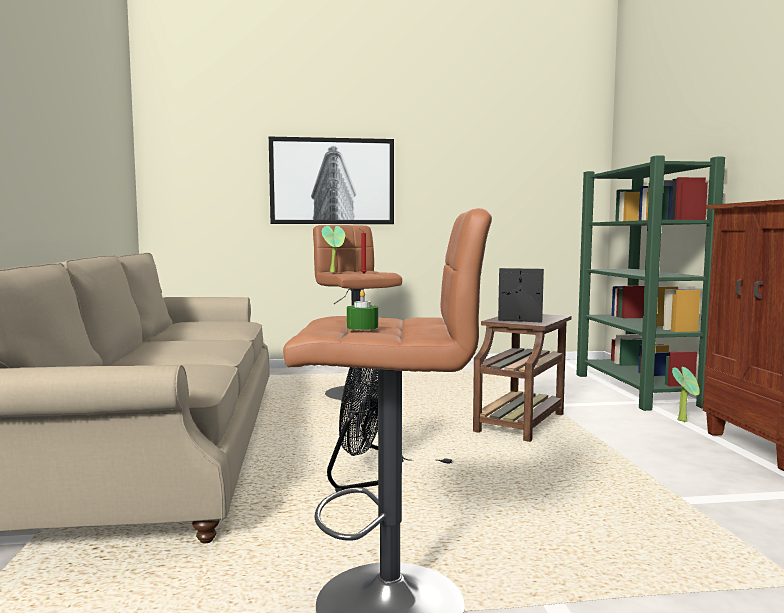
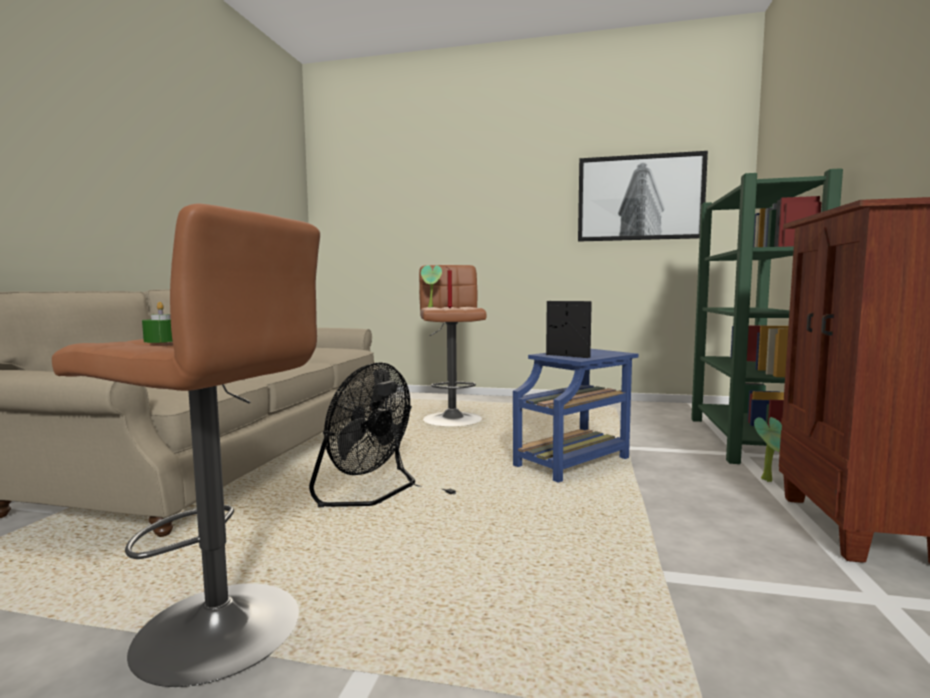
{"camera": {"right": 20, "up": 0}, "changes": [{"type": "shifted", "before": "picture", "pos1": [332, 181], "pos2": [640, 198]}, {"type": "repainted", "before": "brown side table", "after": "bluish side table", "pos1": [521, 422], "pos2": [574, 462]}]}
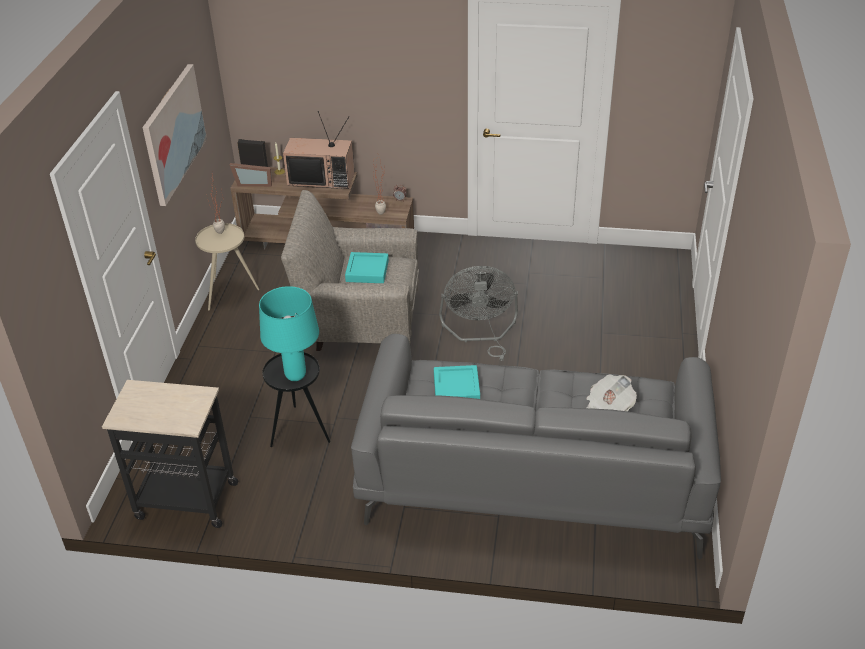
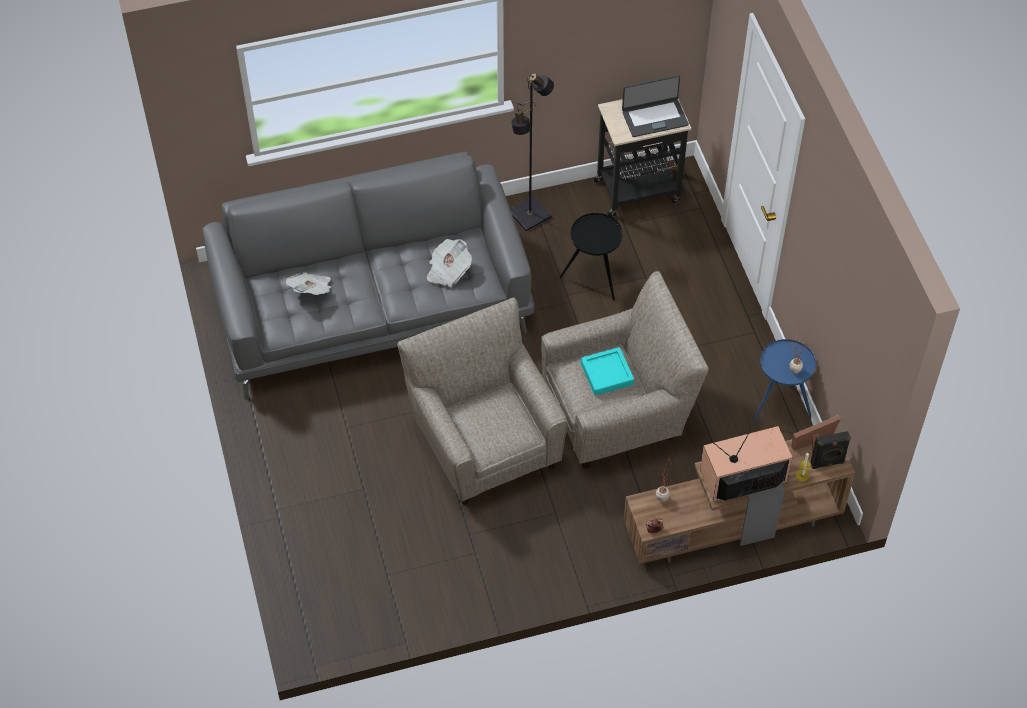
{"camera": {"right": 155, "up": 15}, "changes": [{"type": "gone", "before": "picture", "pos1": [173, 133]}, {"type": "repainted", "before": "beige-coloured side table", "after": "bluish side table", "pos1": [230, 293], "pos2": [779, 406]}, {"type": "gone", "before": "blue-green lamp for a table", "pos1": [295, 376]}, {"type": "swapped", "before": "blue-green serving tray", "after": "newspaper", "pos1": [456, 388], "pos2": [448, 271]}, {"type": "swapped", "before": "greyish fan", "after": "beige-coloured lounge chair", "pos1": [482, 333], "pos2": [485, 444]}, {"type": "new", "after": "black-coloured standing lamp", "pos2": [529, 214]}, {"type": "new", "after": "notebook computer", "pos2": [654, 117]}]}
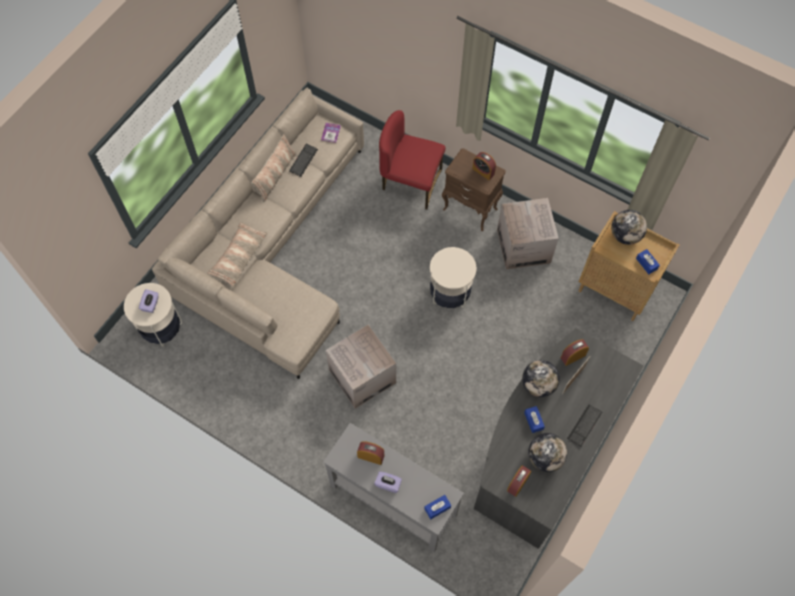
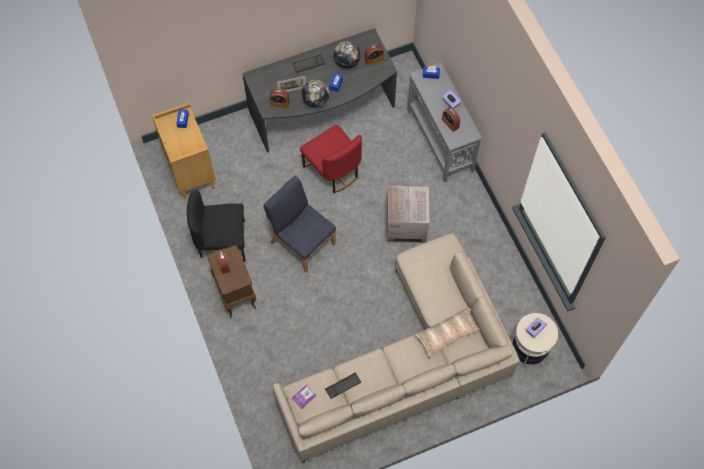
{"camera": {"right": -145, "up": 0}, "changes": [{"type": "gone", "before": "throw pillow", "pos1": [275, 175]}, {"type": "shifted", "before": "reddish upright chair", "pos1": [410, 182], "pos2": [332, 170]}, {"type": "swapped", "before": "beige-coloured side table", "after": "bluish upright chair", "pos1": [450, 293], "pos2": [302, 242]}, {"type": "swapped", "before": "cardboard box", "after": "black-coloured upright chair", "pos1": [523, 246], "pos2": [222, 242]}, {"type": "gone", "before": "desk globe", "pos1": [625, 235]}]}
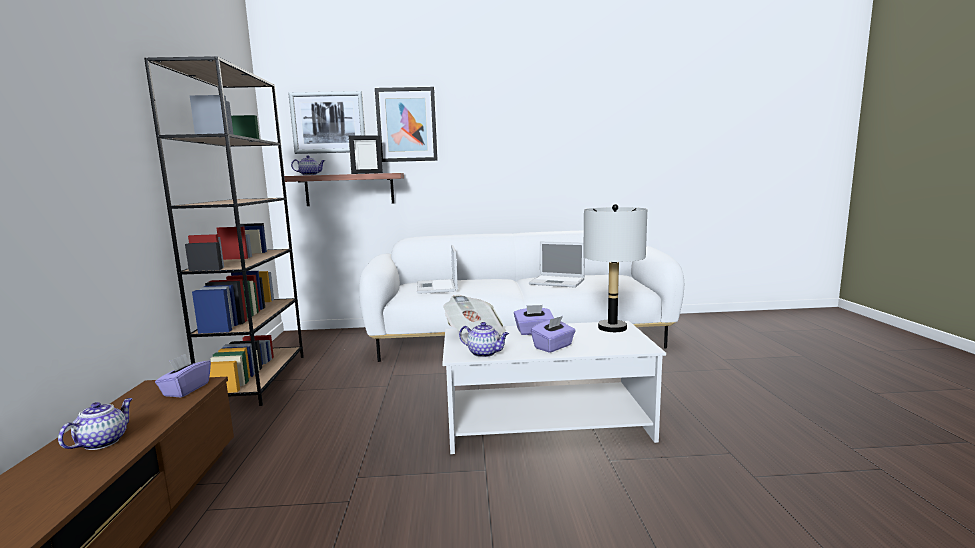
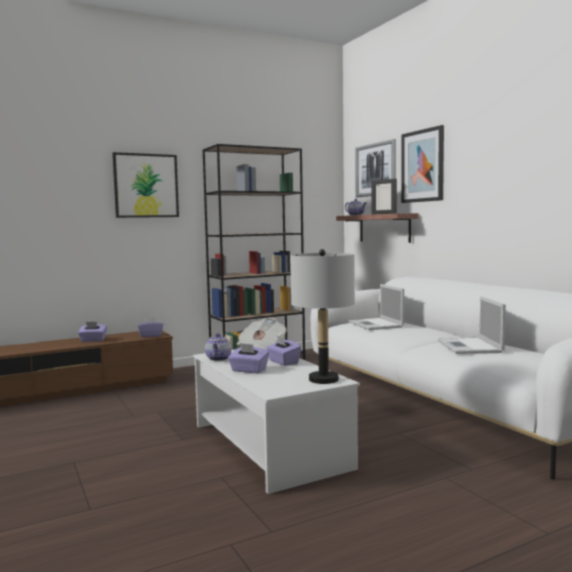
{"camera": {"right": 65, "up": -5}, "changes": [{"type": "swapped", "before": "pot for tea", "after": "purple tissue box", "pos1": [103, 442], "pos2": [93, 340]}, {"type": "rotated", "before": "notebook computer", "pos1": [437, 287], "pos2": [376, 325], "turn": -75}, {"type": "new", "after": "picture", "pos2": [146, 185]}]}
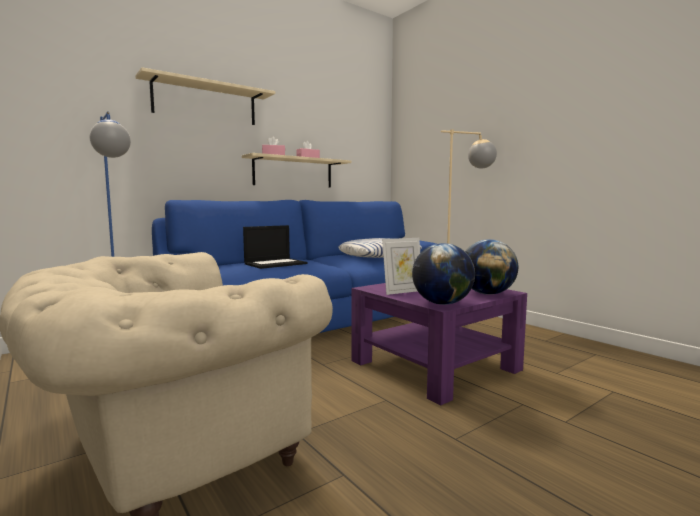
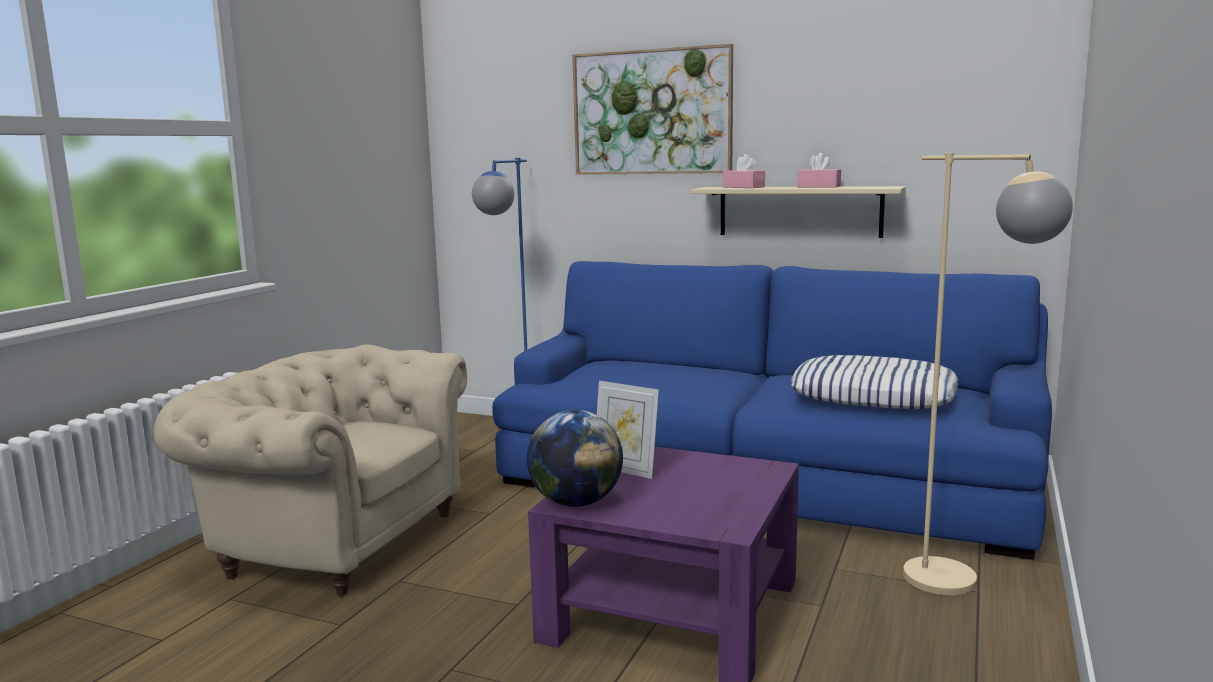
{"camera": {"right": 60, "up": 5}, "changes": [{"type": "swapped", "before": "beige-coloured shelf", "after": "picture", "pos1": [205, 103], "pos2": [652, 112]}, {"type": "gone", "before": "notebook computer", "pos1": [276, 264]}, {"type": "gone", "before": "desk globe", "pos1": [487, 293]}]}
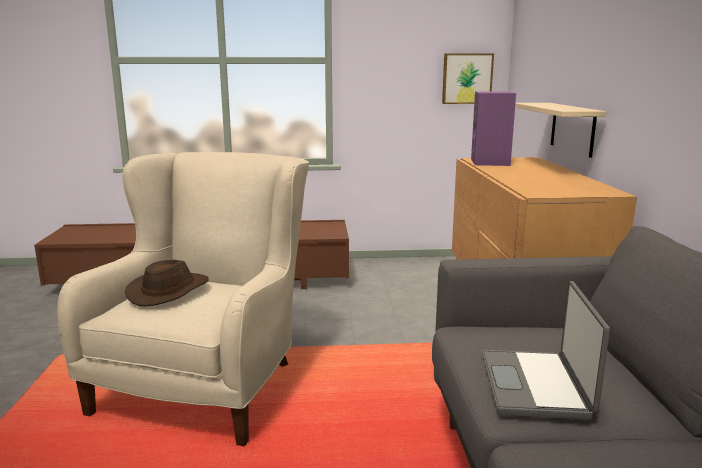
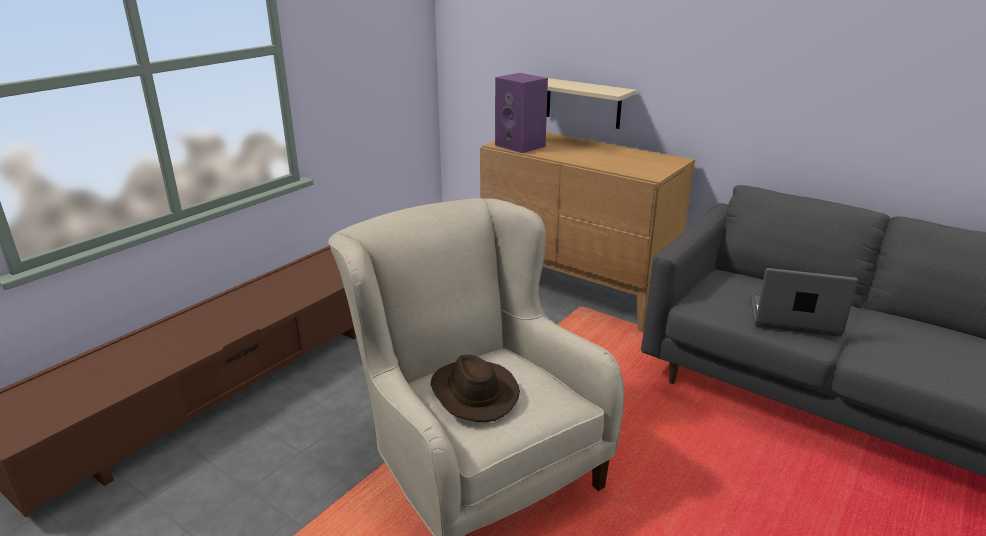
{"camera": {"right": -50, "up": 10}, "changes": [{"type": "gone", "before": "picture", "pos1": [467, 78]}, {"type": "rotated", "before": "notebook computer", "pos1": [536, 385], "pos2": [793, 318], "turn": 150}]}
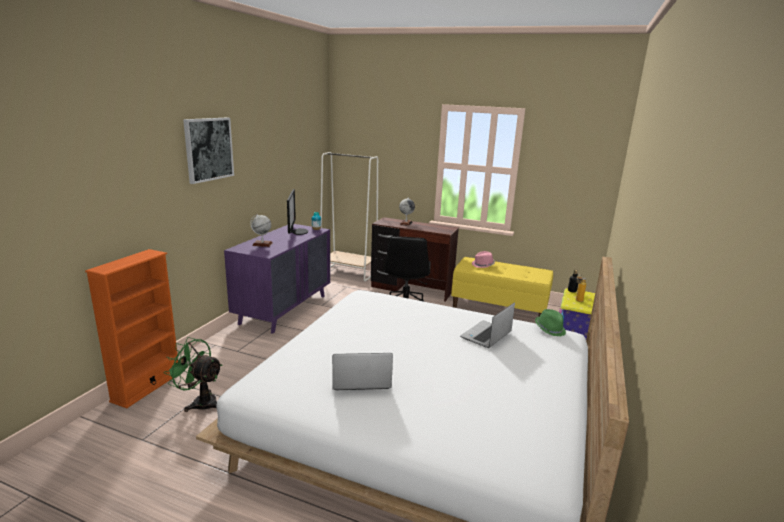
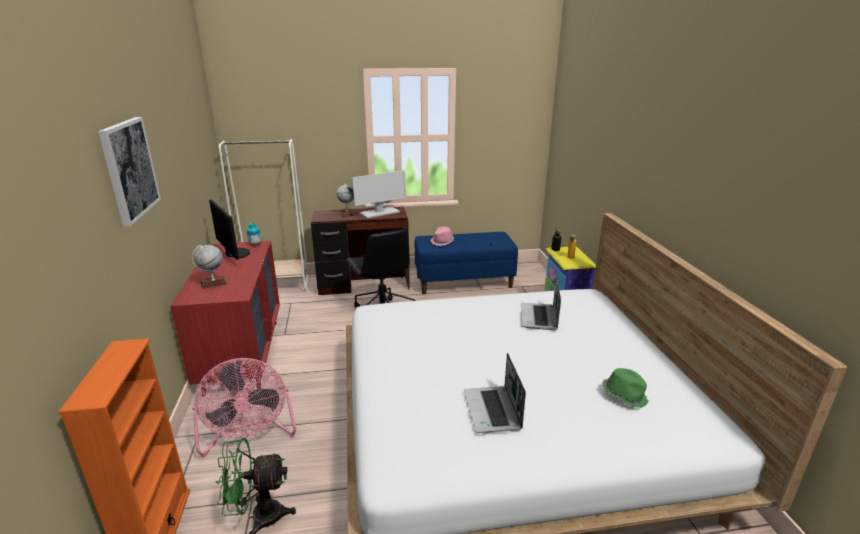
{"camera": {"right": -30, "up": 5}, "changes": [{"type": "repainted", "before": "purple drawer chest", "after": "reddish drawer chest", "pos1": [284, 309], "pos2": [243, 354]}, {"type": "rotated", "before": "notebook computer", "pos1": [360, 380], "pos2": [493, 411], "turn": -60}, {"type": "repainted", "before": "yellow long seat", "after": "bluish long seat", "pos1": [499, 309], "pos2": [464, 282]}, {"type": "shifted", "before": "green-coloured wearable hat", "pos1": [550, 329], "pos2": [624, 395]}, {"type": "new", "after": "pink fan", "pos2": [246, 435]}, {"type": "new", "after": "computer display", "pos2": [379, 213]}]}
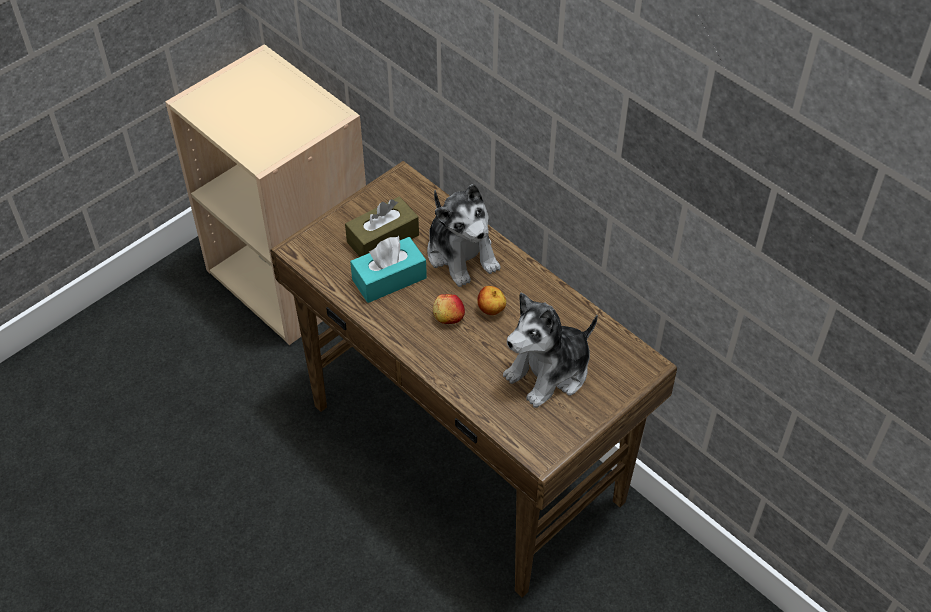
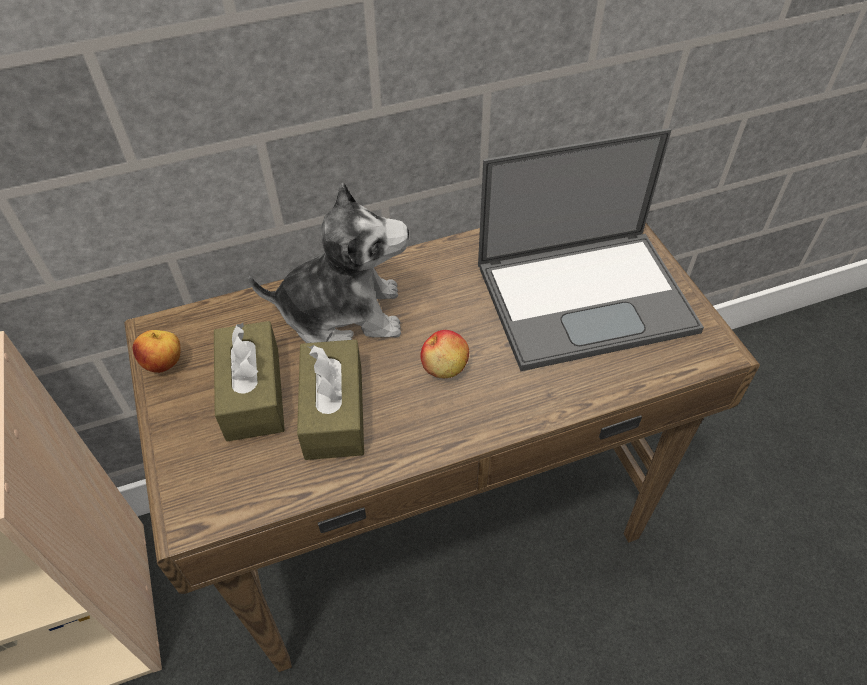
{"camera": {"right": -65, "up": 0}, "changes": [{"type": "repainted", "before": "blue-green tissue box", "after": "brown tissue box", "pos1": [389, 279], "pos2": [334, 411]}, {"type": "shifted", "before": "whole apple", "pos1": [491, 310], "pos2": [164, 364]}, {"type": "swapped", "before": "plush toy", "after": "notebook computer", "pos1": [549, 372], "pos2": [587, 296]}]}
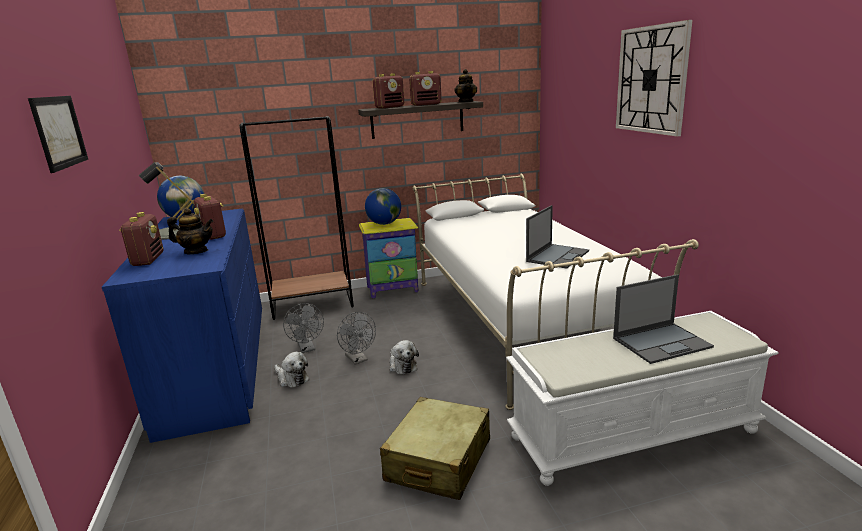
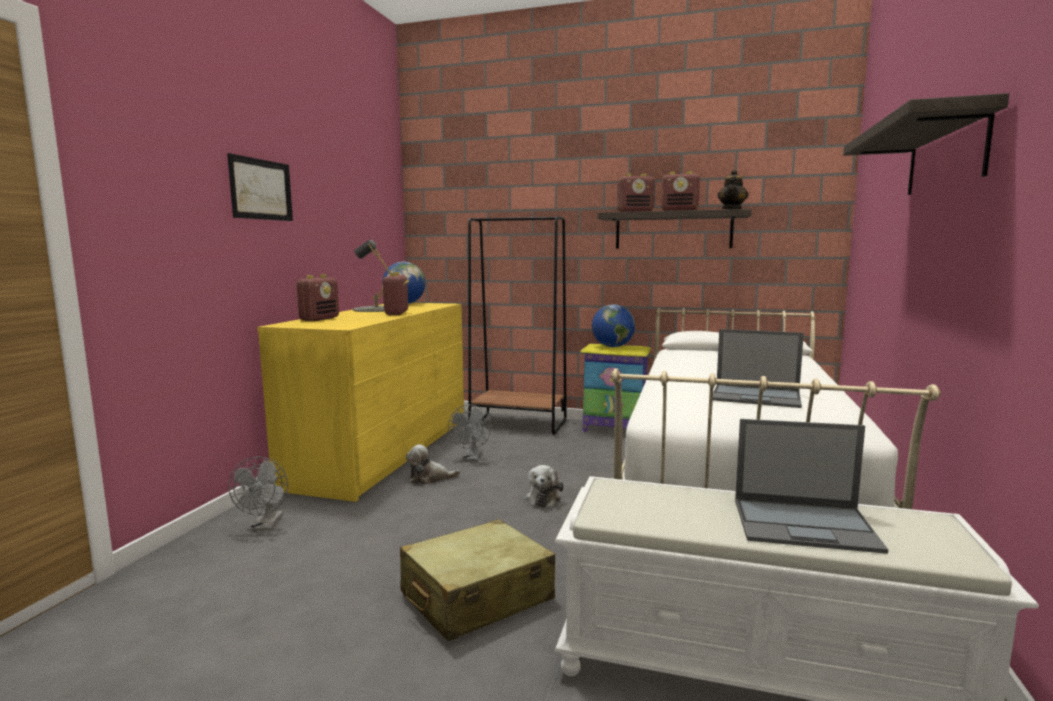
{"camera": {"right": 30, "up": -10}, "changes": [{"type": "repainted", "before": "bluish drawer chest", "after": "yellow drawer chest", "pos1": [216, 368], "pos2": [382, 452]}, {"type": "gone", "before": "pot for tea", "pos1": [196, 252]}, {"type": "rotated", "before": "plush toy", "pos1": [292, 379], "pos2": [429, 478], "turn": 105}, {"type": "shifted", "before": "greyish fan", "pos1": [358, 359], "pos2": [265, 526]}, {"type": "rotated", "before": "notebook computer", "pos1": [558, 256], "pos2": [757, 396], "turn": 45}, {"type": "swapped", "before": "hanging clock", "after": "shelf", "pos1": [651, 80], "pos2": [945, 155]}]}
